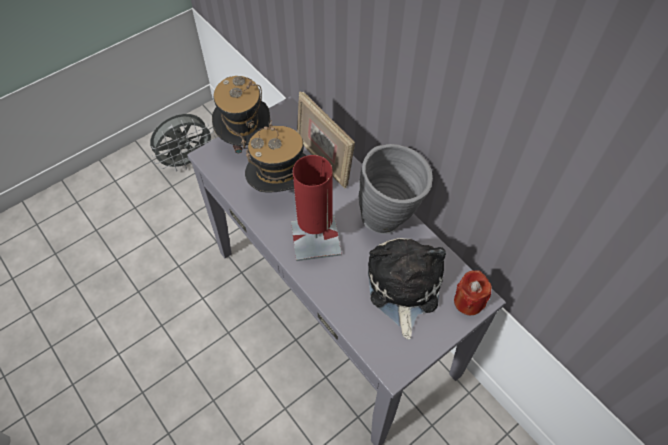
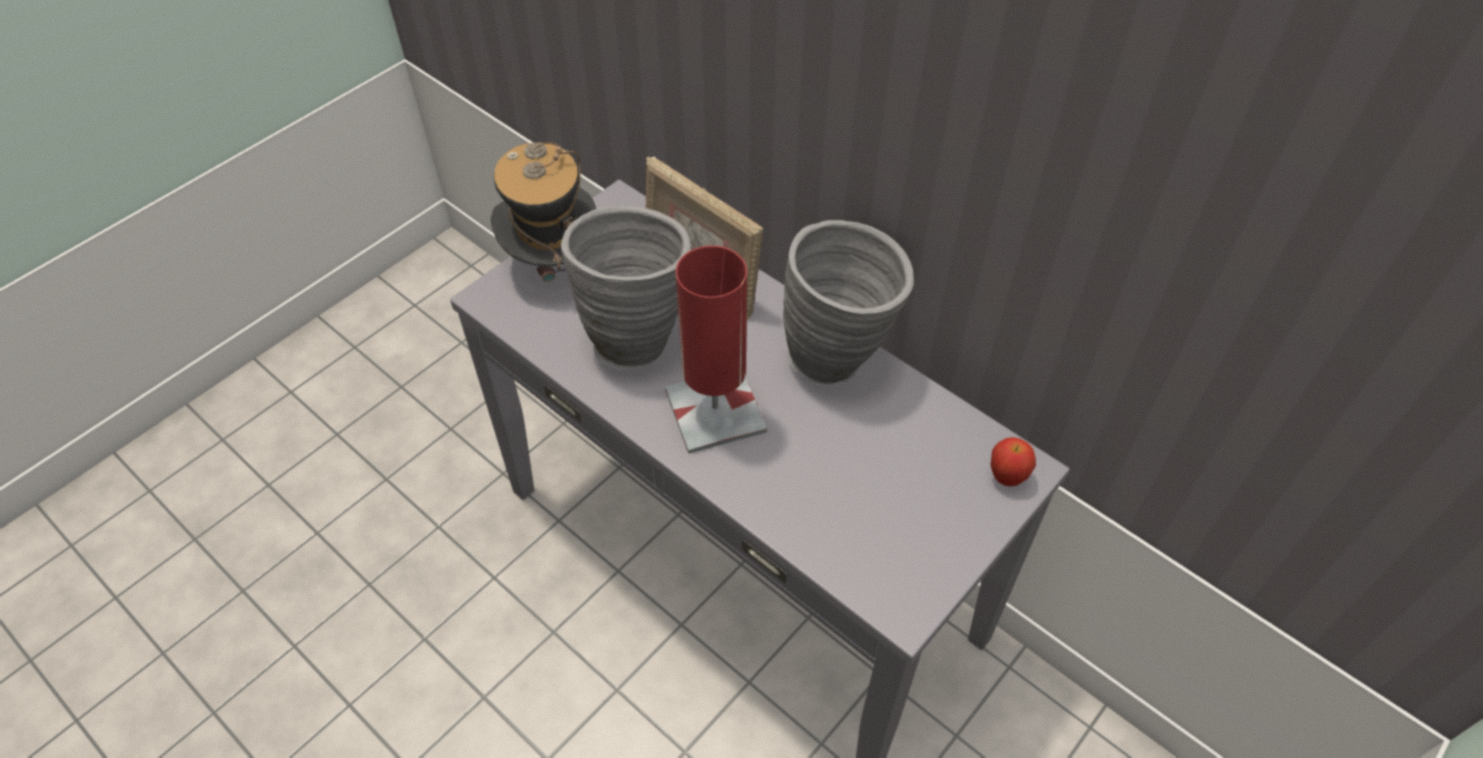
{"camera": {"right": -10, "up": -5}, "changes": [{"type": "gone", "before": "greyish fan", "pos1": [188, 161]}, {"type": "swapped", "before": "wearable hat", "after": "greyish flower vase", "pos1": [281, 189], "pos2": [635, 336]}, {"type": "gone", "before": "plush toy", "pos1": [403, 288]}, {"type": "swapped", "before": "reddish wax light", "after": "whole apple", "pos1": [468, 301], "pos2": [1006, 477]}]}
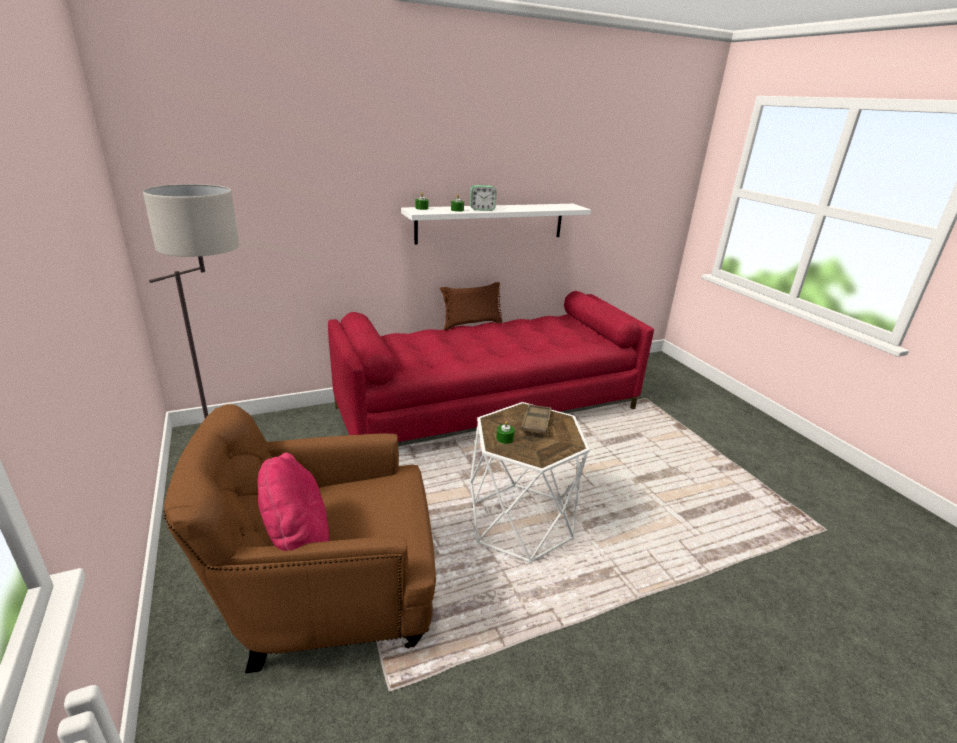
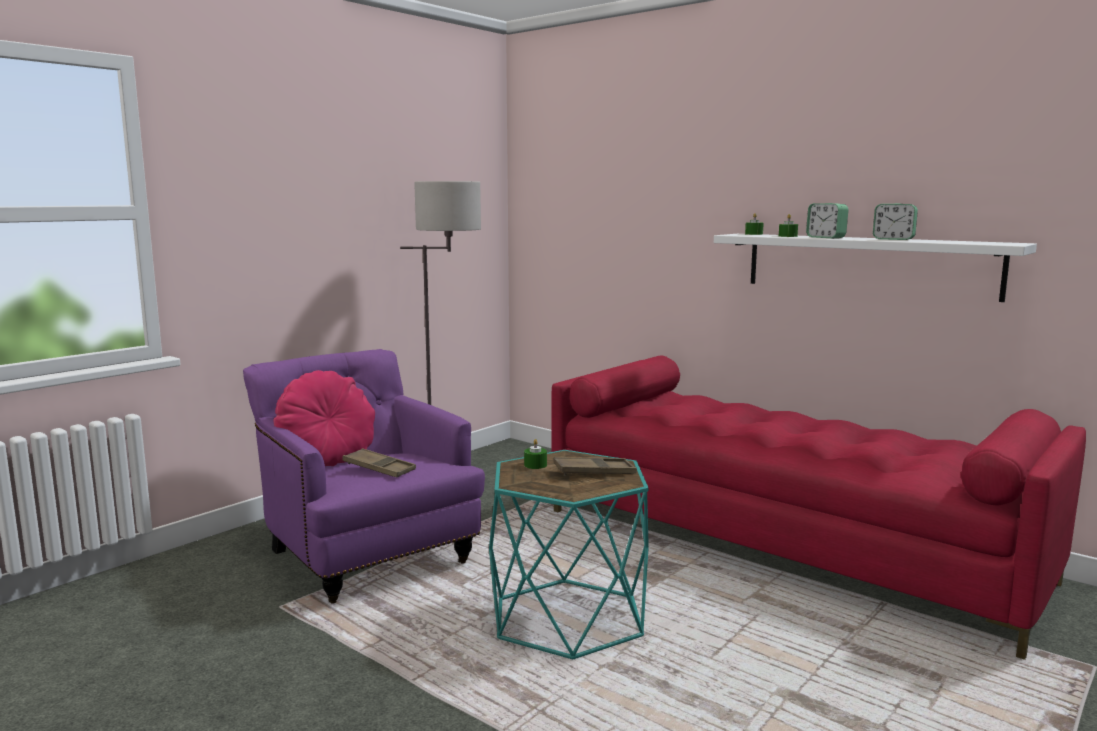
{"camera": {"right": 65, "up": -15}, "changes": [{"type": "repainted", "before": "brown lounge chair", "after": "purple lounge chair", "pos1": [327, 598], "pos2": [364, 554]}, {"type": "gone", "before": "brown throw pillow", "pos1": [471, 324]}, {"type": "repainted", "before": "white-coloured side table", "after": "blue-green side table", "pos1": [521, 521], "pos2": [568, 619]}, {"type": "new", "after": "brown serving tray", "pos2": [379, 468]}, {"type": "new", "after": "alarm clock", "pos2": [893, 239]}]}
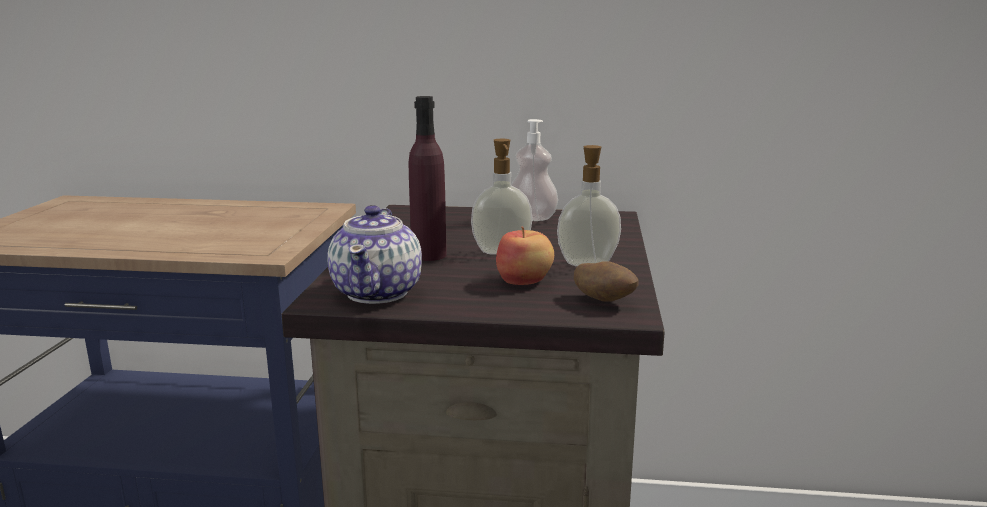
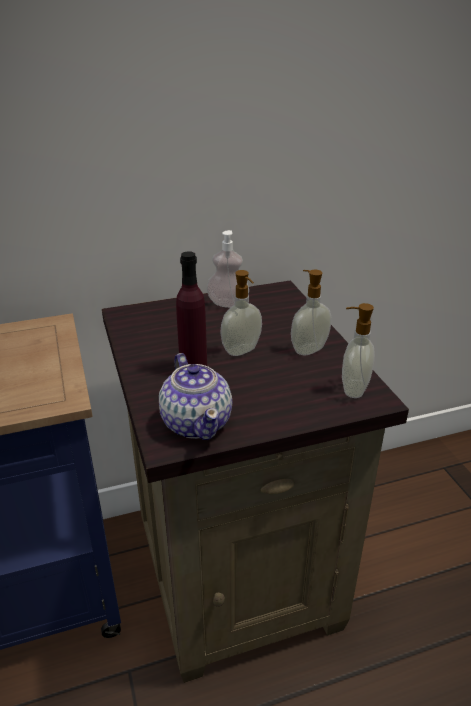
{"camera": {"right": -25, "up": 15}, "changes": [{"type": "gone", "before": "whole apple", "pos1": [525, 281]}, {"type": "swapped", "before": "spud", "after": "soap dispenser", "pos1": [604, 301], "pos2": [352, 389]}]}
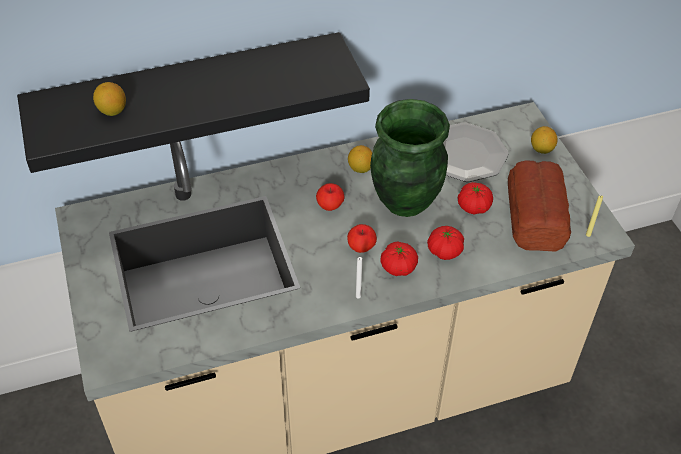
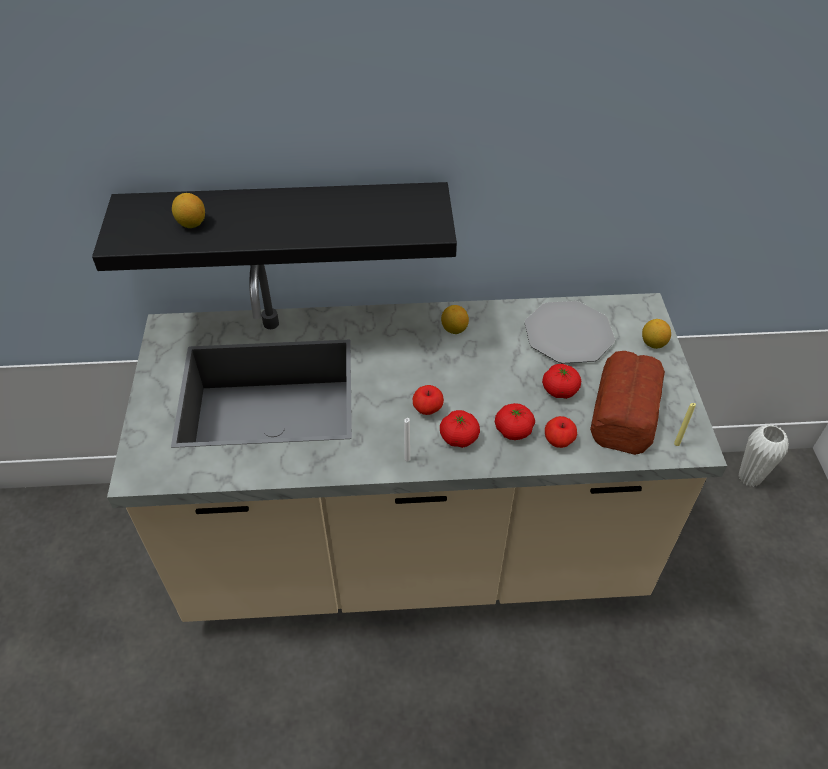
{"camera": {"right": 15, "up": 0}, "changes": [{"type": "shifted", "before": "whole apple", "pos1": [330, 206], "pos2": [558, 441]}, {"type": "gone", "before": "green-coloured flower vase", "pos1": [404, 201]}, {"type": "new", "after": "white-coloured flower vase", "pos2": [749, 477]}]}
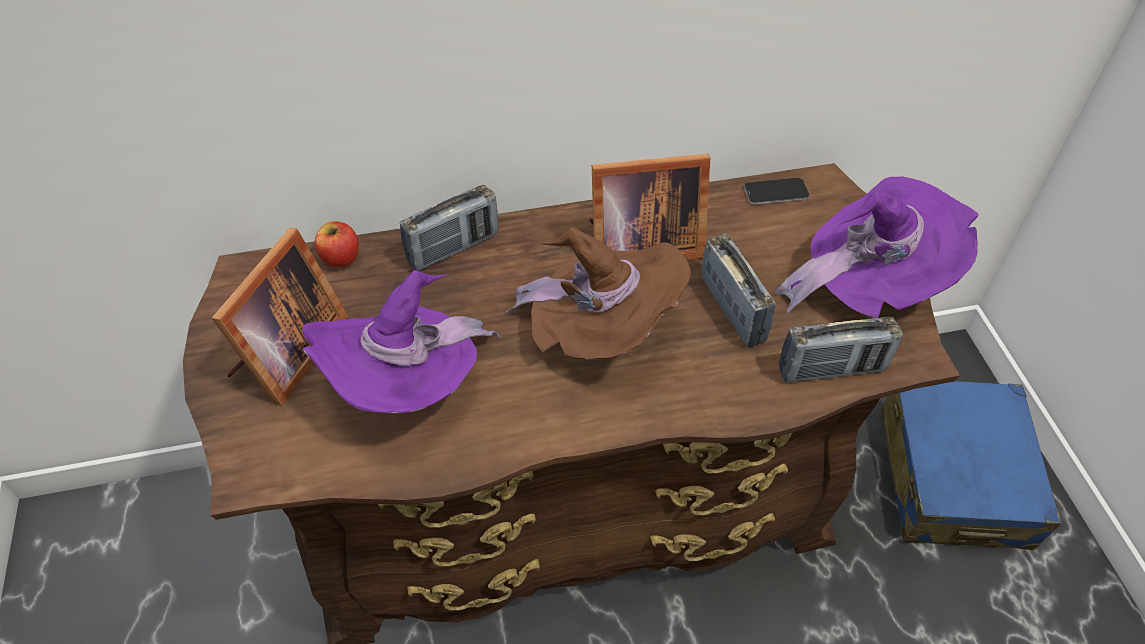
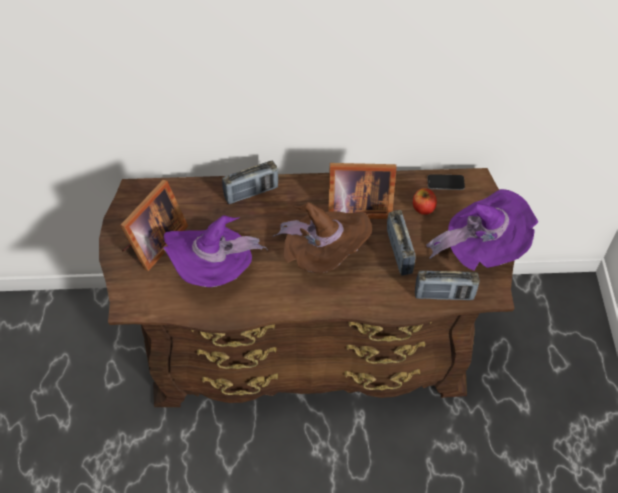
{"camera": {"right": 10, "up": 5}, "changes": [{"type": "shifted", "before": "whole apple", "pos1": [340, 257], "pos2": [423, 208]}, {"type": "gone", "before": "bluish piece of luggage", "pos1": [953, 477]}]}
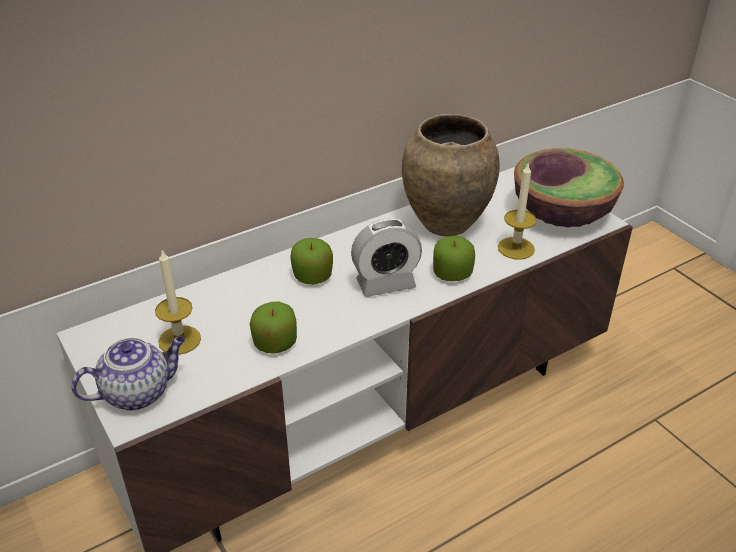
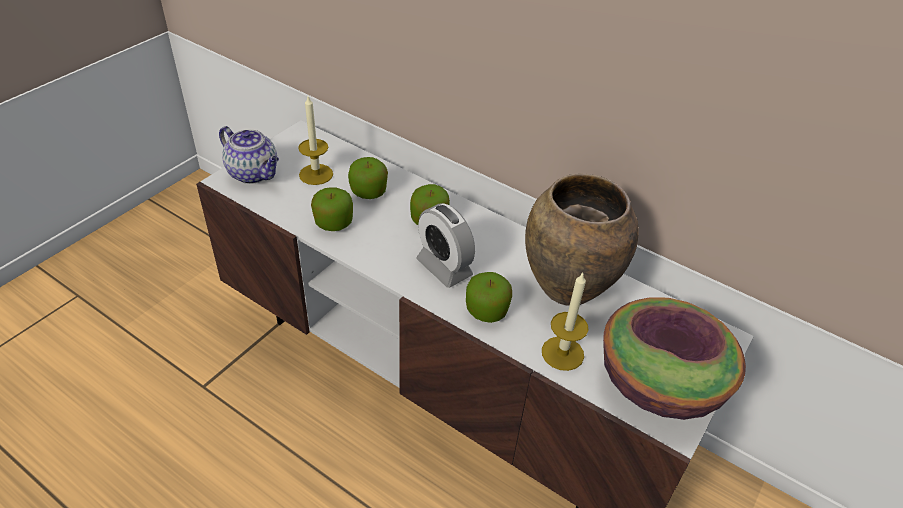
{"camera": {"right": 65, "up": 5}, "changes": [{"type": "new", "after": "whole apple", "pos2": [368, 192]}]}
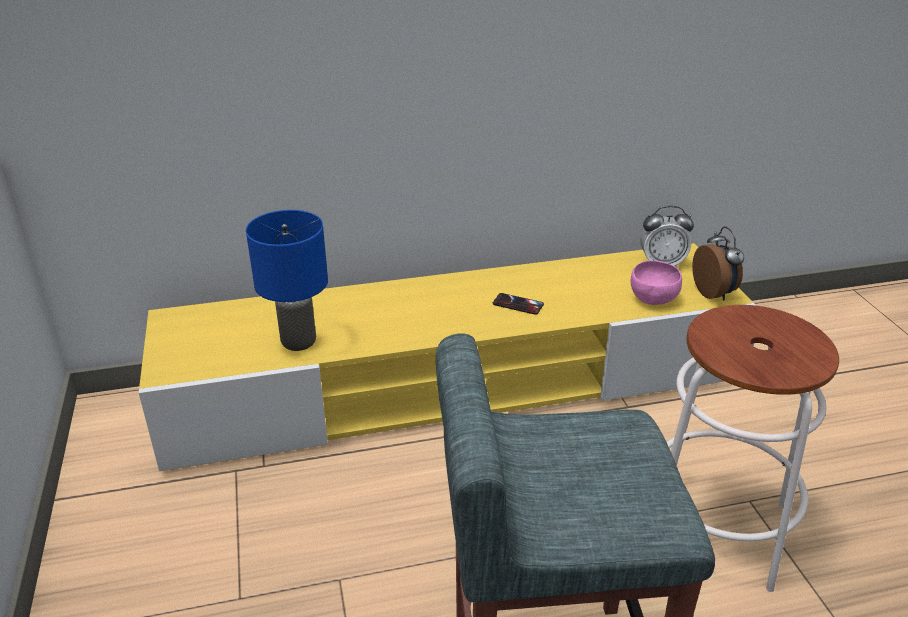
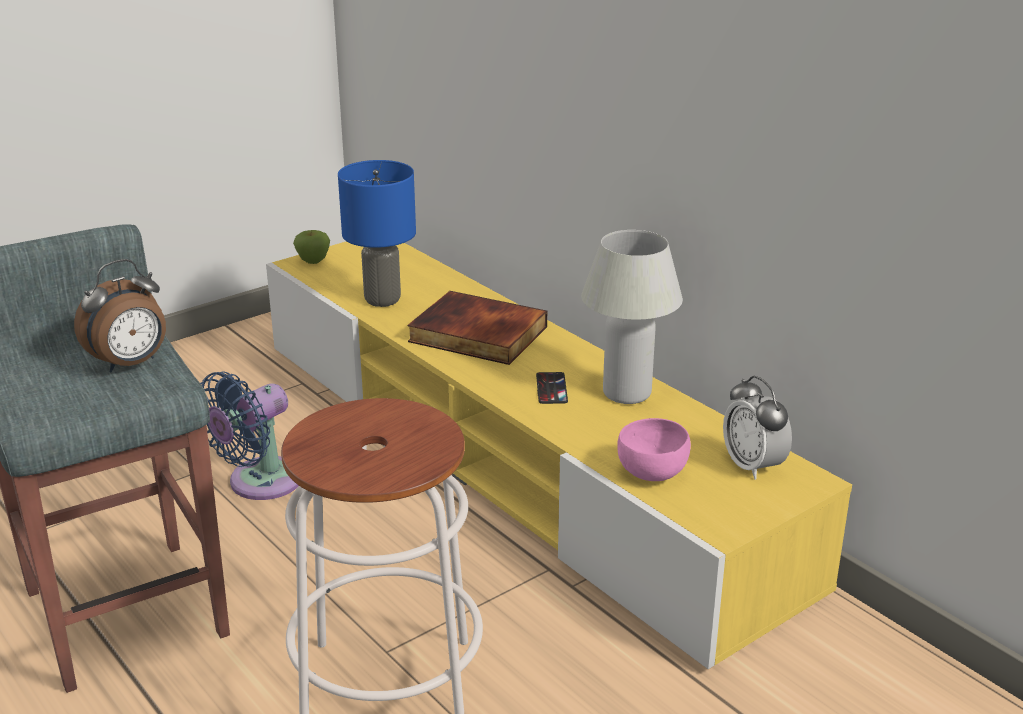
{"camera": {"right": 65, "up": -5}, "changes": [{"type": "shifted", "before": "alarm clock", "pos1": [714, 293], "pos2": [130, 364]}, {"type": "new", "after": "bluish fan", "pos2": [259, 483]}, {"type": "new", "after": "whole apple", "pos2": [313, 261]}, {"type": "new", "after": "book", "pos2": [476, 335]}, {"type": "new", "after": "white-coloured lamp for a table", "pos2": [627, 393]}]}
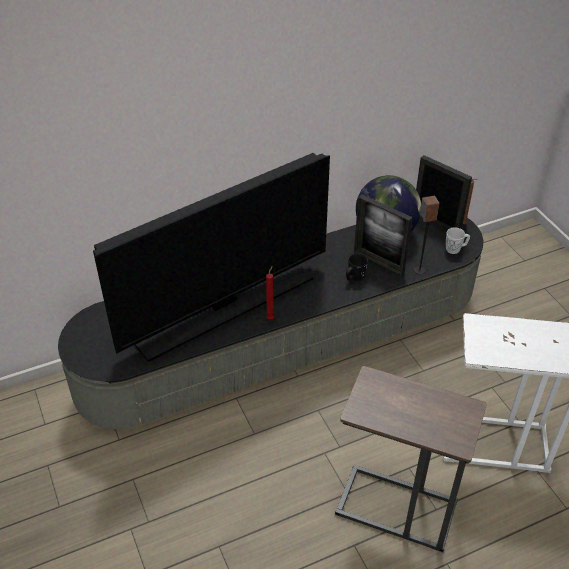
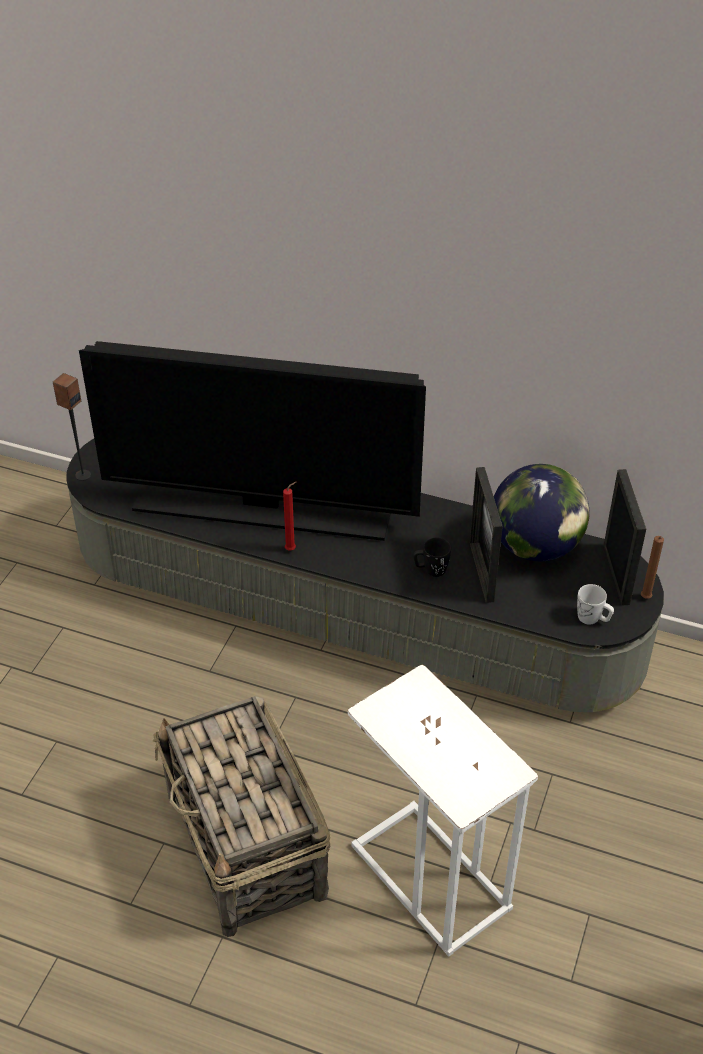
{"camera": {"right": 45, "up": 0}, "changes": [{"type": "swapped", "before": "brown side table", "after": "basket", "pos1": [397, 507], "pos2": [246, 847]}, {"type": "shifted", "before": "speaker", "pos1": [419, 270], "pos2": [82, 475]}]}
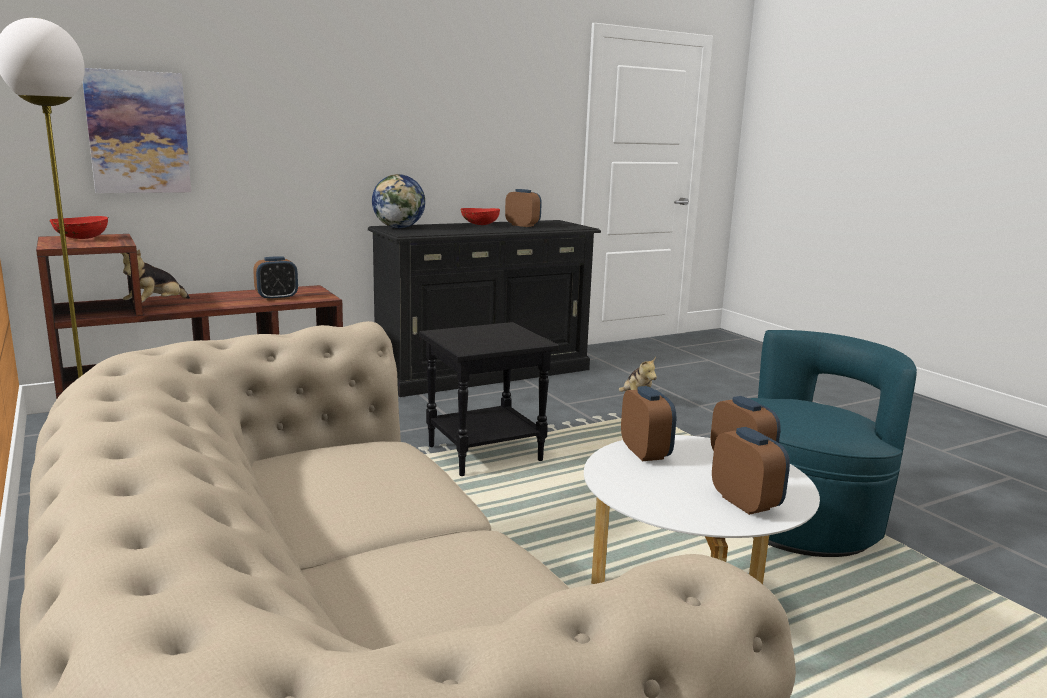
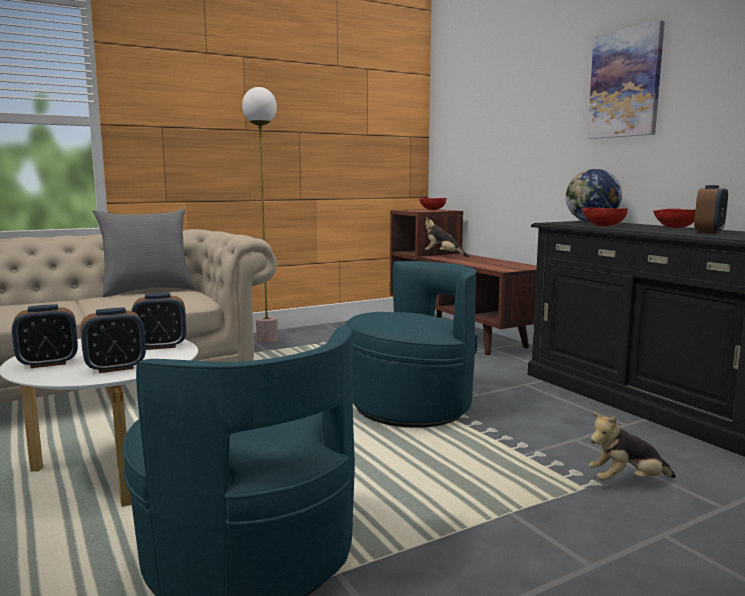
{"camera": {"right": 90, "up": -5}, "changes": [{"type": "shifted", "before": "picture", "pos1": [138, 132], "pos2": [625, 84]}, {"type": "gone", "before": "alarm clock", "pos1": [277, 298]}, {"type": "swapped", "before": "black-coloured side table", "after": "blue-green lounge chair", "pos1": [485, 452], "pos2": [409, 406]}, {"type": "new", "after": "greyish throw pillow", "pos2": [148, 291]}, {"type": "new", "after": "reddish bowl", "pos2": [602, 226]}]}
